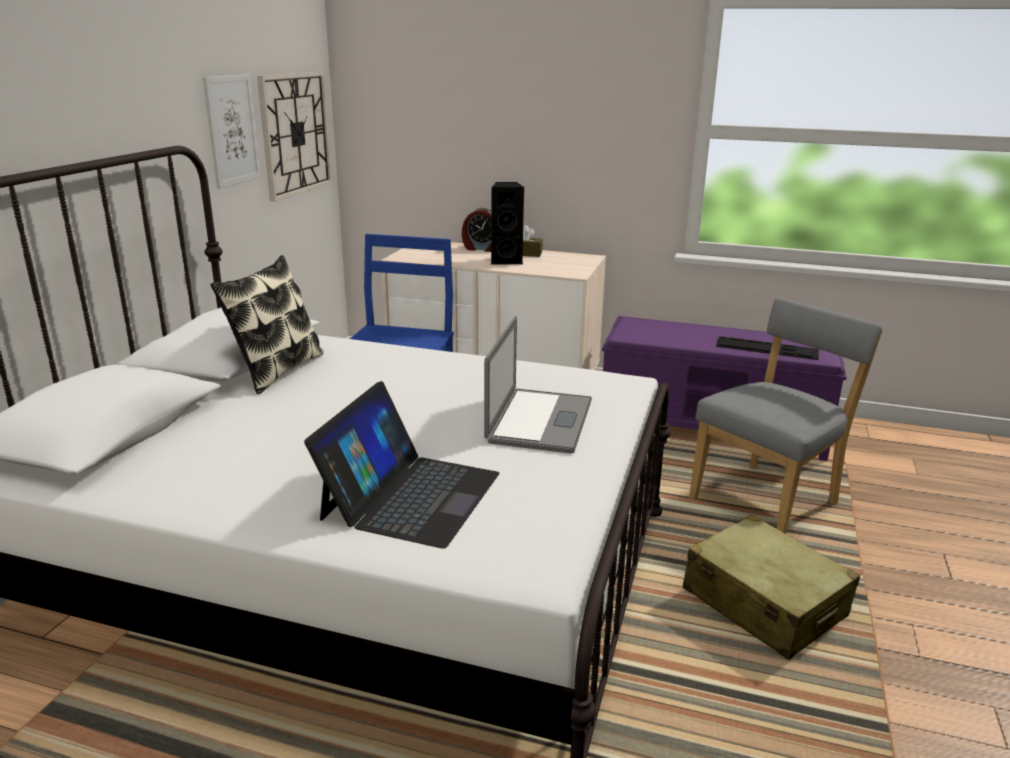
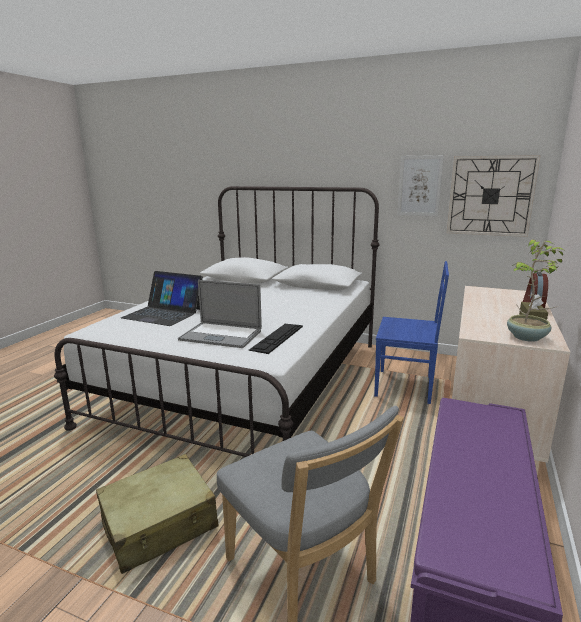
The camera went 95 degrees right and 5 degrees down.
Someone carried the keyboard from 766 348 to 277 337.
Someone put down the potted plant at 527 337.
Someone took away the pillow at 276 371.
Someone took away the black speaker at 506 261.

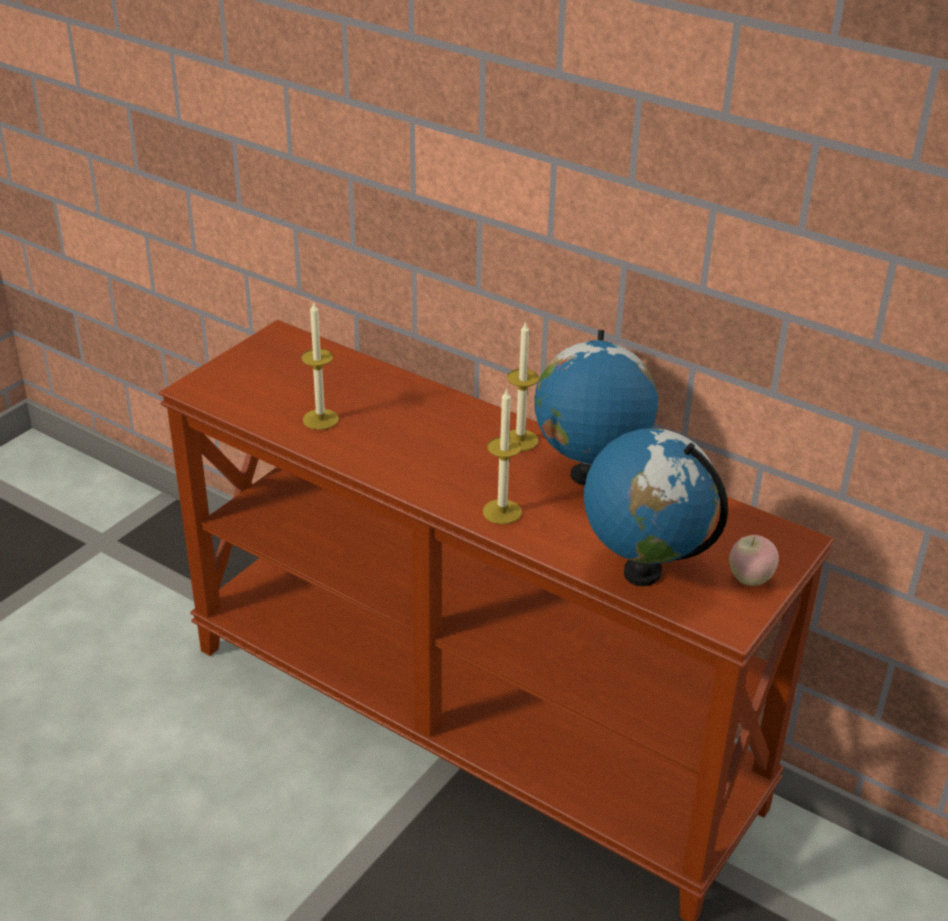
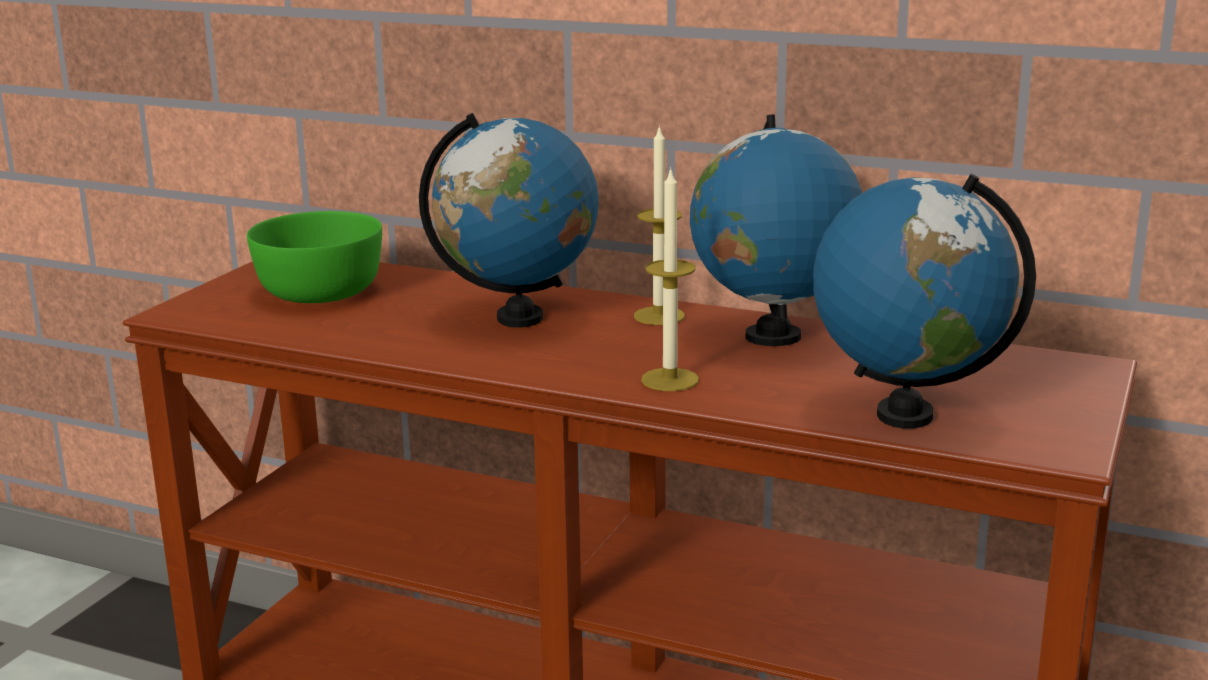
The camera went 10 degrees left and 15 degrees down.
Someone put down the green bowl at 321 292.
Someone put down the globe at 519 318.
Someone took away the candle at 320 419.
Someone took away the apple at 750 579.

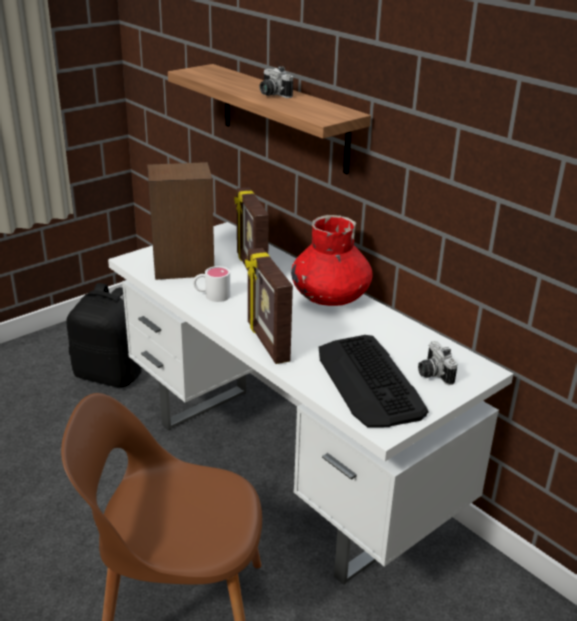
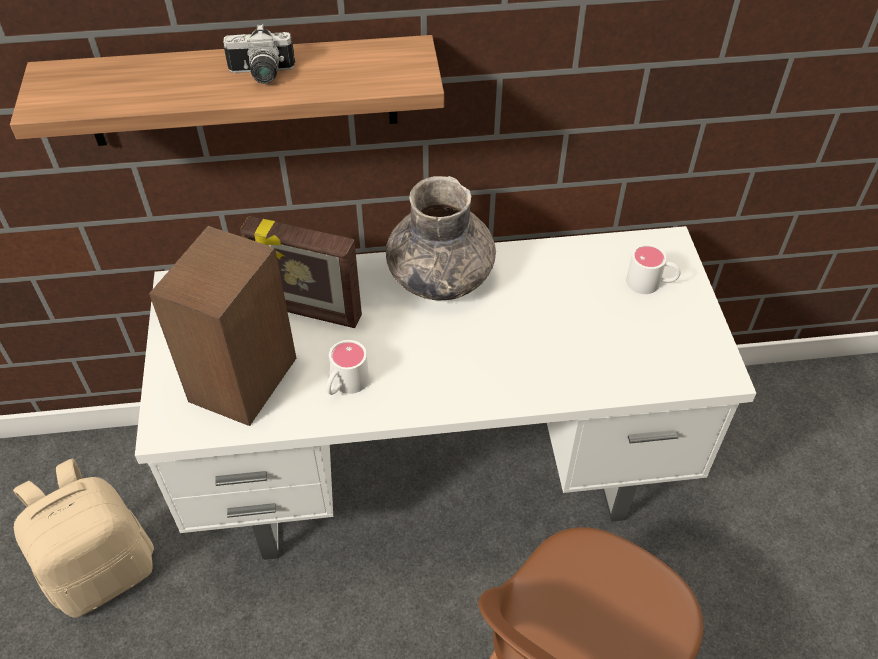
The camera went 55 degrees left and 20 degrees up.
Someone repainted the black backpack at 110 374, which became the beige backpack at 103 570.
Someone repainted the red vase at 330 296, which became the grey vase at 440 276.
Someone swapped the photo camera at 432 374 for the white mug at 651 283.
Someone took away the picture frame at 266 342.
Someone took away the keyboard at 369 381.

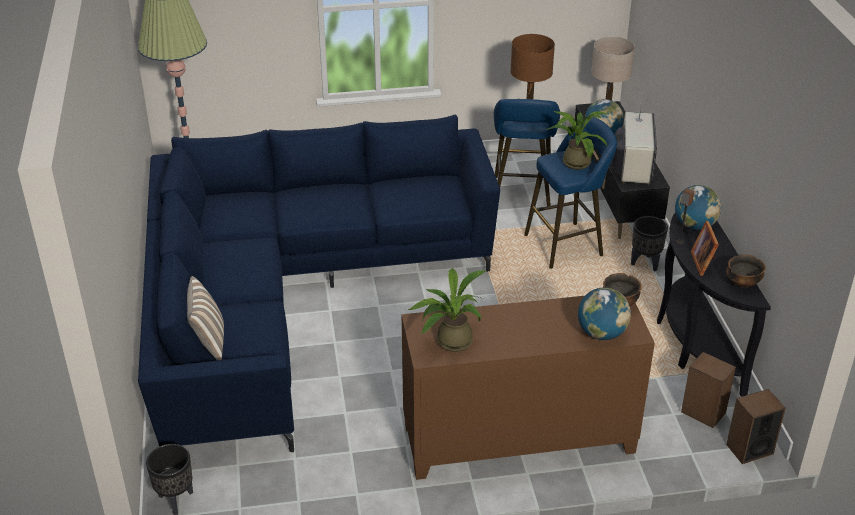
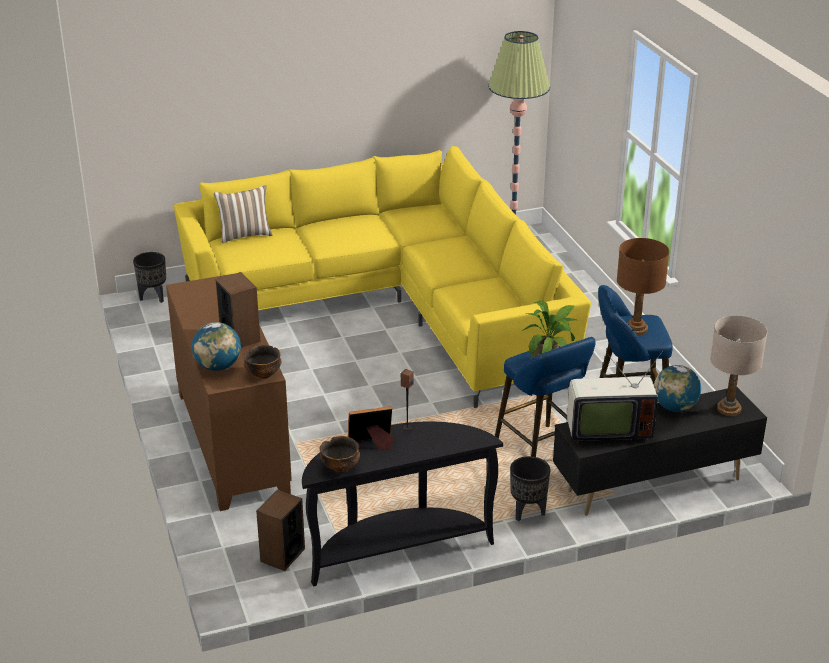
The camera went 80 degrees right and 5 degrees down.
Someone repainted the blue sofa at 289 298, which became the yellow sofa at 396 307.
Someone carried the speaker from 749 449 to 240 337.
Someone took away the potted plant at 449 341.
Someone took away the globe at 694 225.

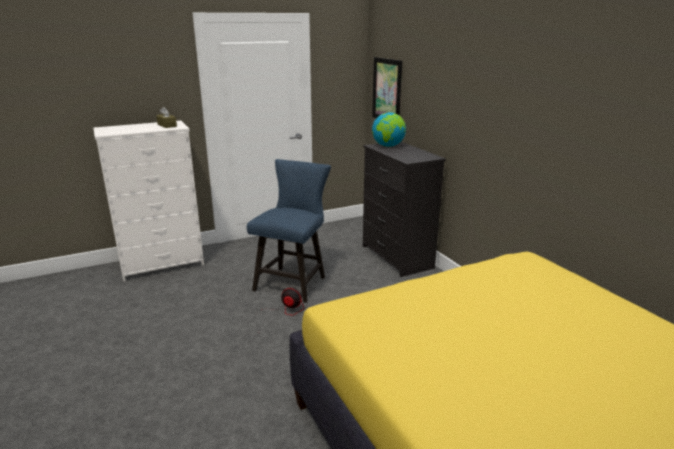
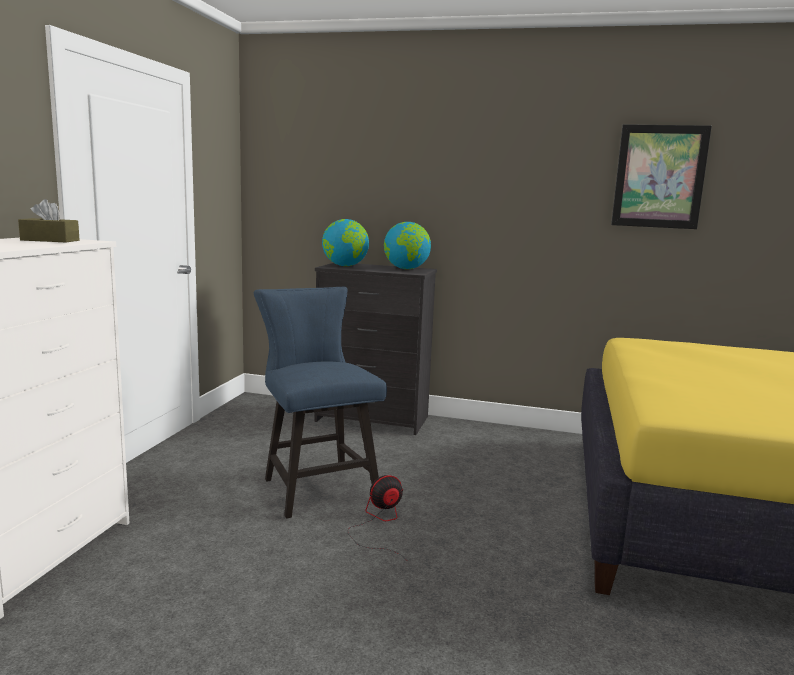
The camera went 50 degrees left and 10 degrees down.
Someone put down the globe at 406 269.
Someone carried the picture from 387 90 to 659 177.

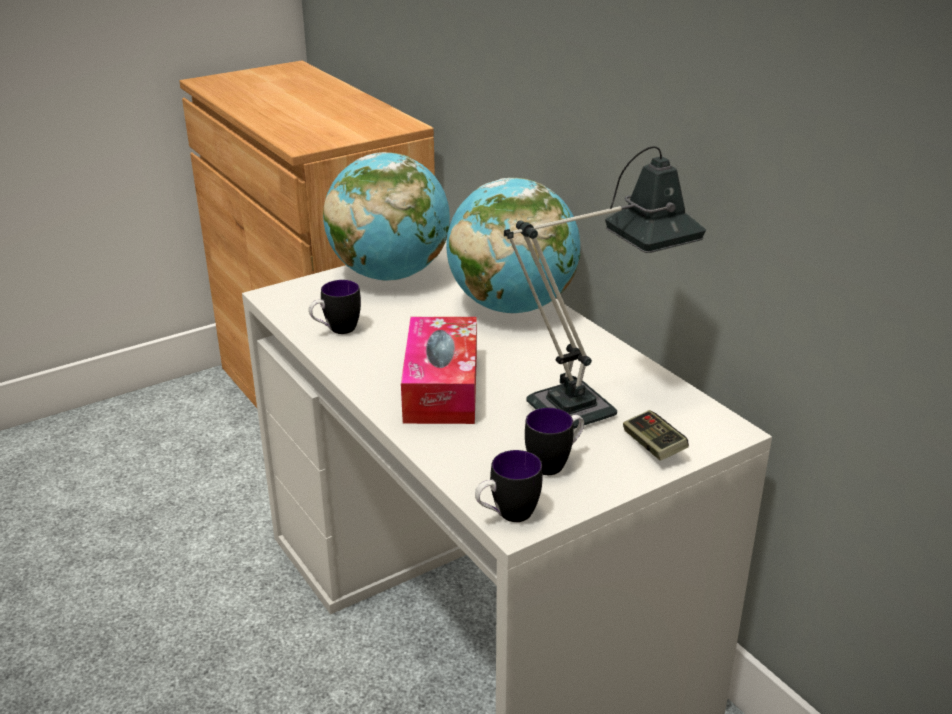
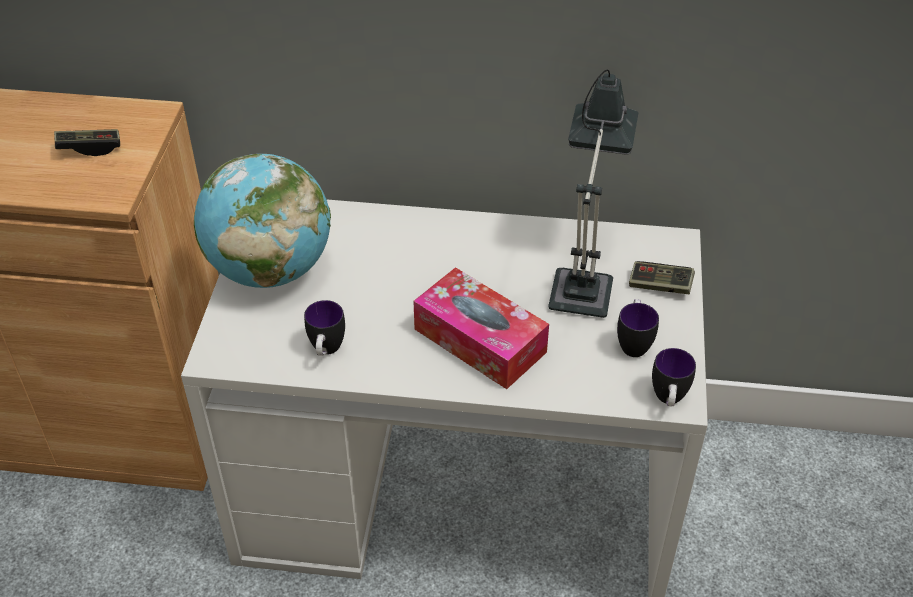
The camera went 50 degrees left and 15 degrees up.
Someone put down the game controller at 89 148.
Someone took away the globe at 512 306.

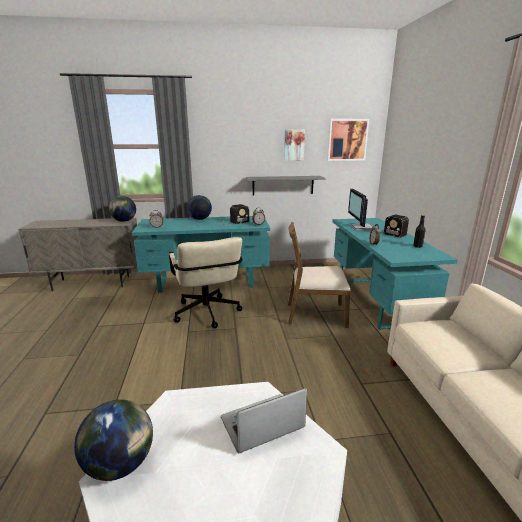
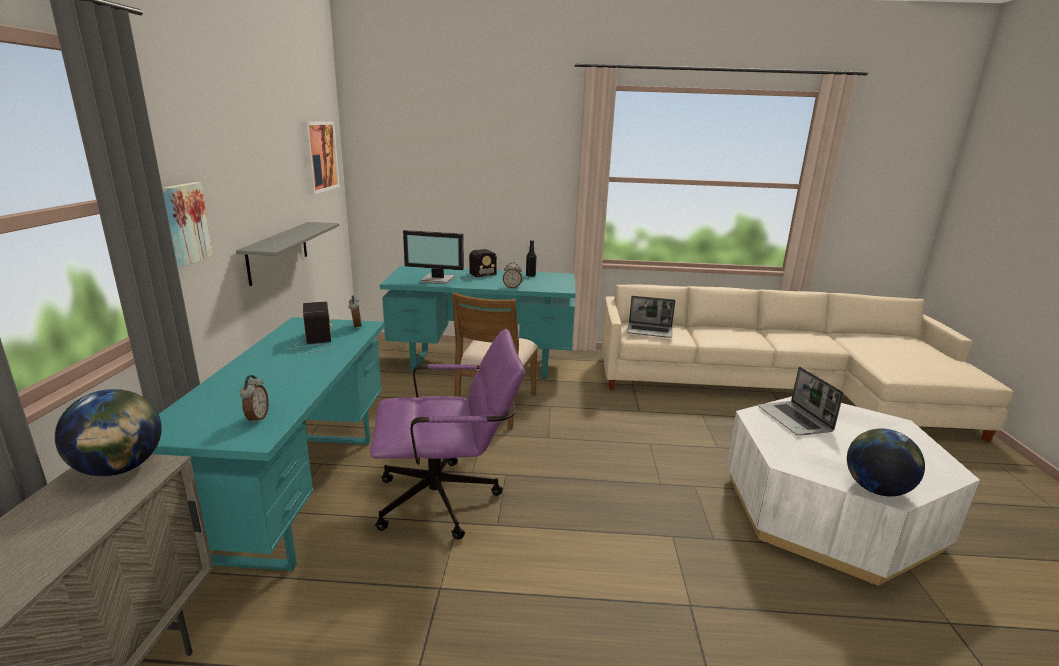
The camera went 80 degrees left and 0 degrees up.
Someone carried the picture from 294 145 to 185 223.
Someone repainted the beige office chair at 208 315, which became the purple office chair at 448 499.
Someone put down the laptop at 650 331.
Someone took away the globe at 199 219.

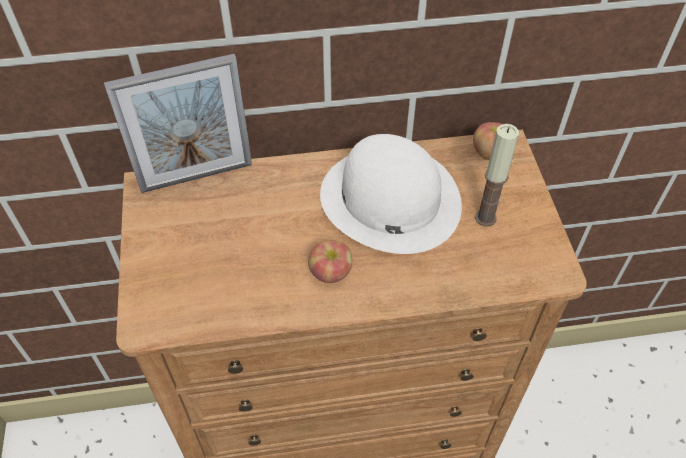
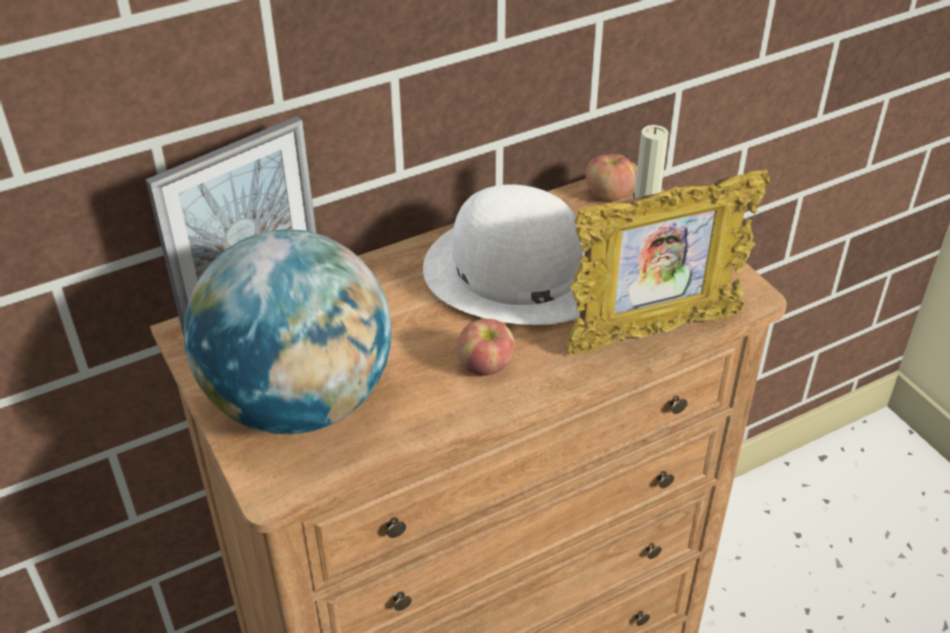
The camera went 20 degrees left and 10 degrees down.
Someone put down the globe at 300 402.
Someone put down the picture frame at 653 332.

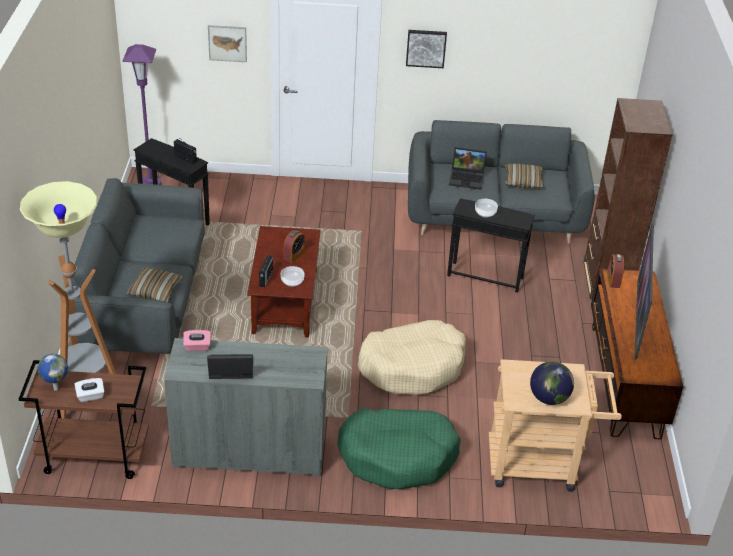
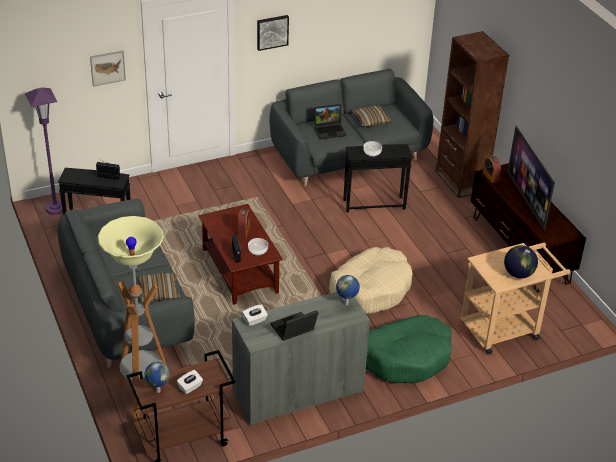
The camera went 25 degrees left and 0 degrees up.
Someone repainted the pink tissue box at 197 347, which became the white tissue box at 255 320.
Someone put down the globe at 347 304.

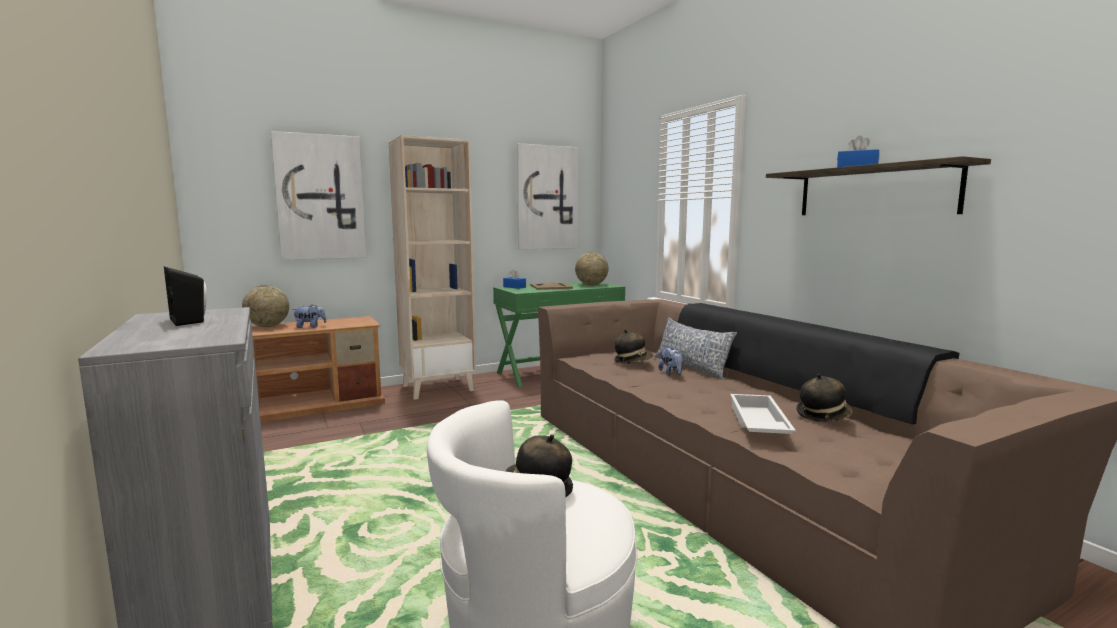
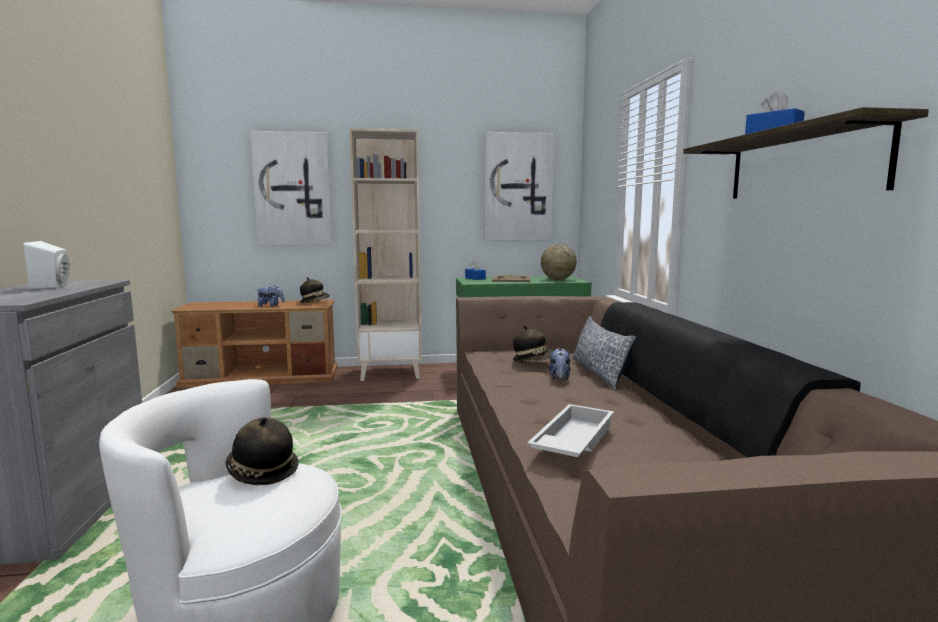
The camera went 20 degrees right and 0 degrees up.
Someone repainted the black speaker at 191 320, which became the white speaker at 54 287.
Someone carried the hat from 823 415 to 315 302.
Someone took away the globe at 267 326.

